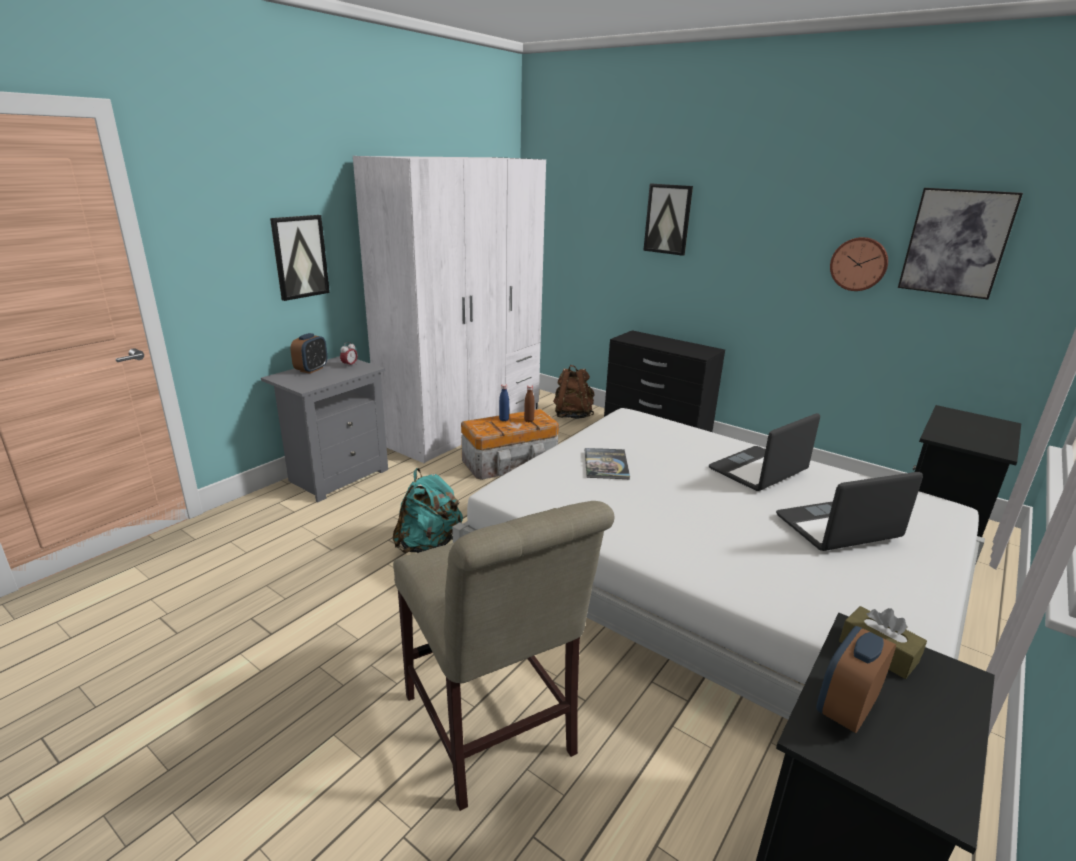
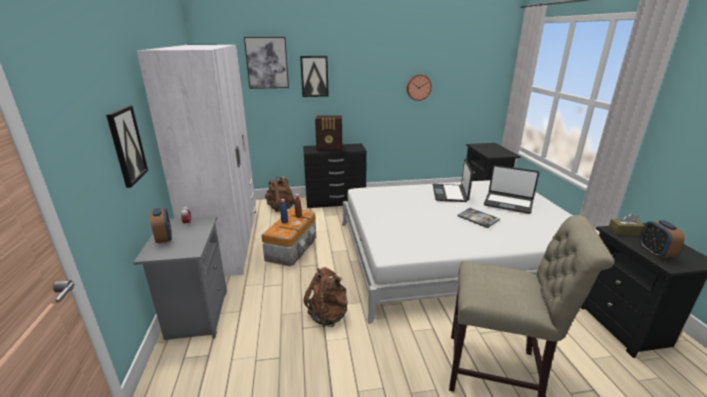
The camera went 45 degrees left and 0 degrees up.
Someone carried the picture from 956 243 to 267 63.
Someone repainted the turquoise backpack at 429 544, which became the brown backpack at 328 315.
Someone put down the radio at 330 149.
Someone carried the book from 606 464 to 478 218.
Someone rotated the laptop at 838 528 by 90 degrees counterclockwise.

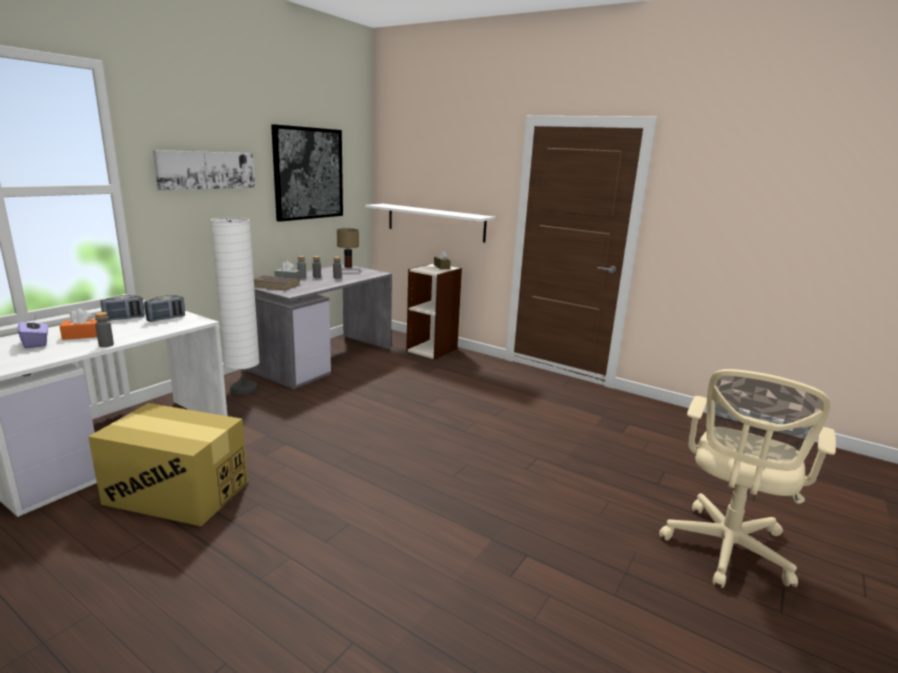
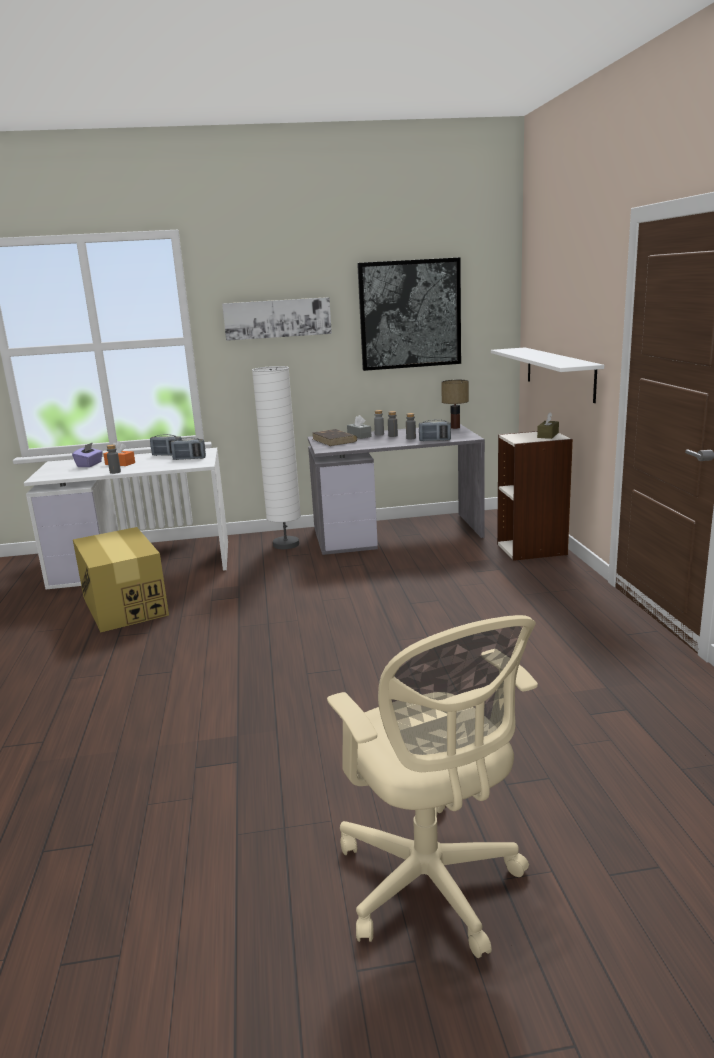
The camera went 50 degrees right and 0 degrees up.
Someone rotated the beige office chair at 725 550 by 105 degrees counterclockwise.
Someone put down the radio at 435 440.

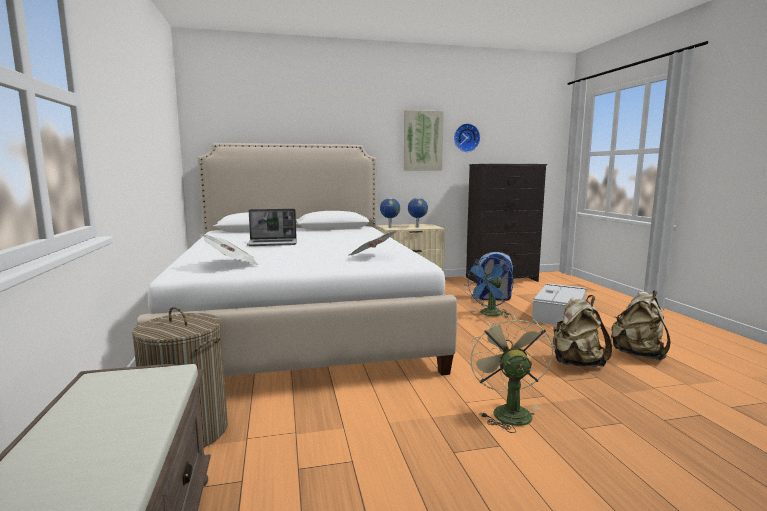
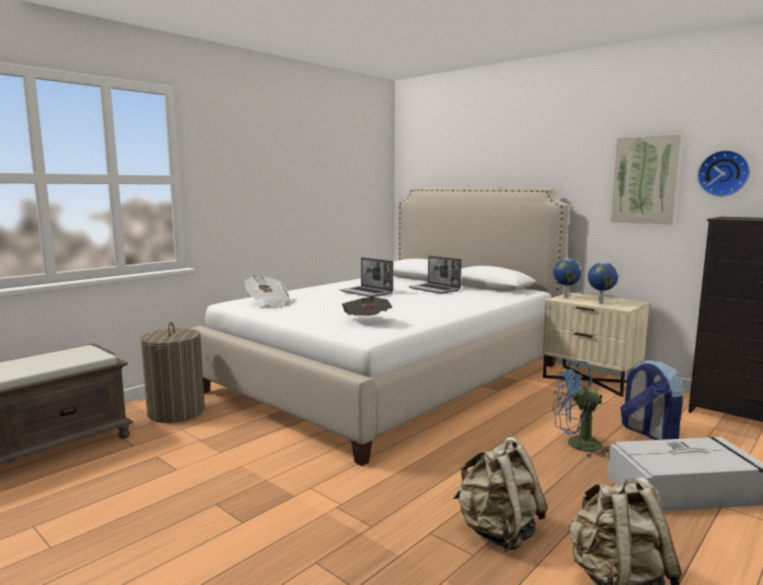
The camera went 55 degrees right and 0 degrees up.
Someone put down the laptop at 435 289.
Someone took away the beige fan at 507 411.

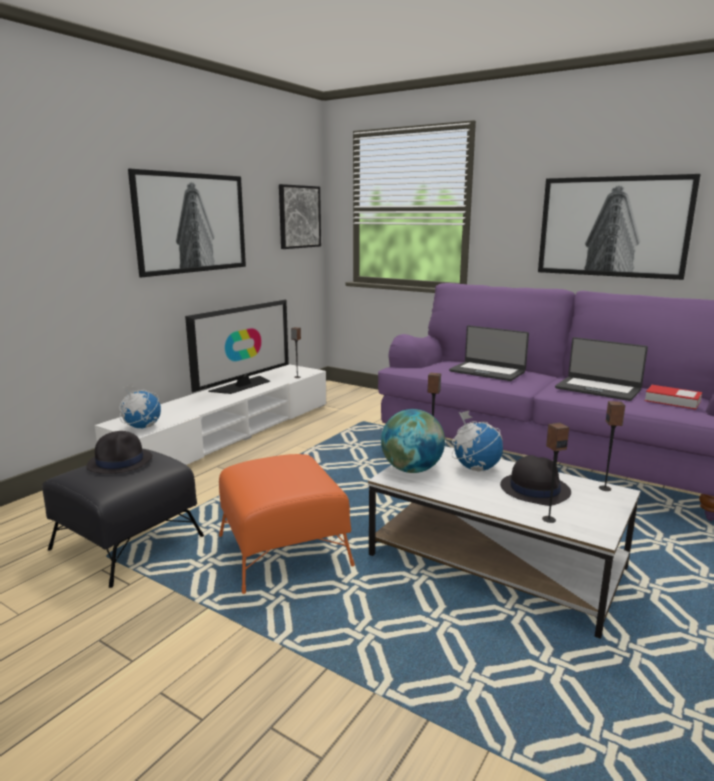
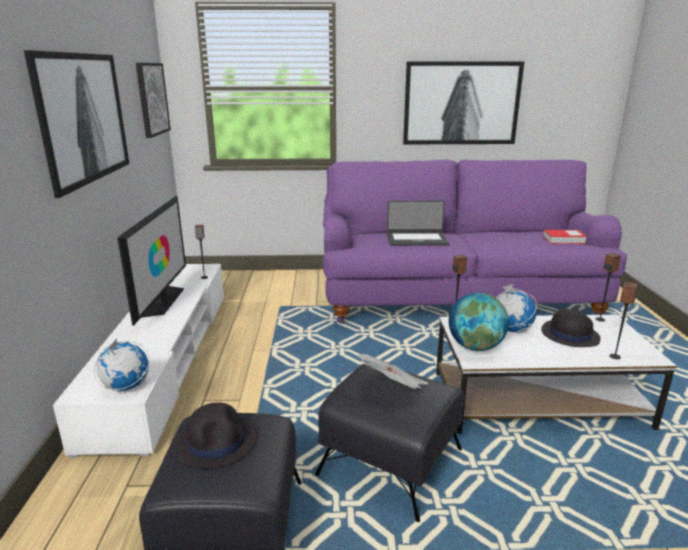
The camera went 35 degrees left and 5 degrees up.
Someone repainted the orange ottoman at 284 550, which became the black ottoman at 390 461.
Someone put down the newspaper at 393 388.
Someone took away the laptop at 598 389.

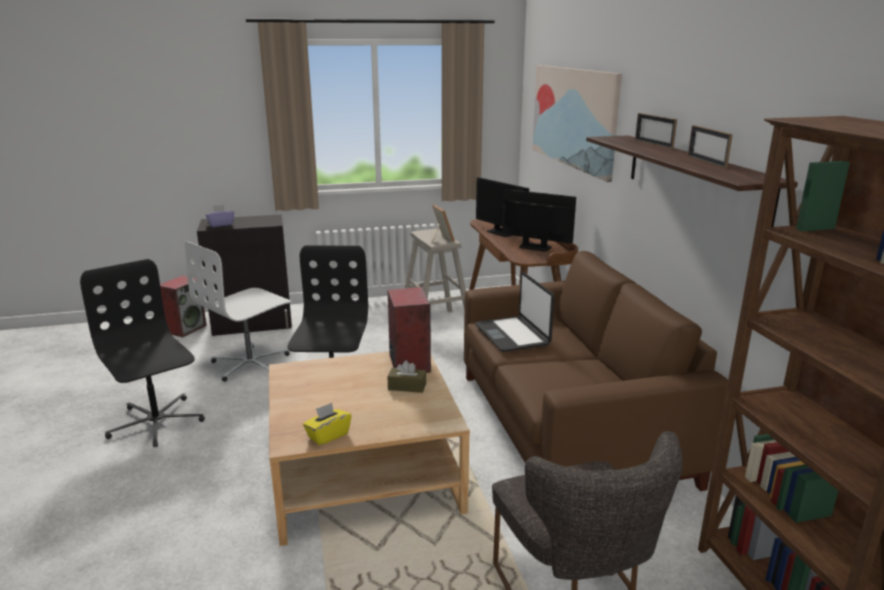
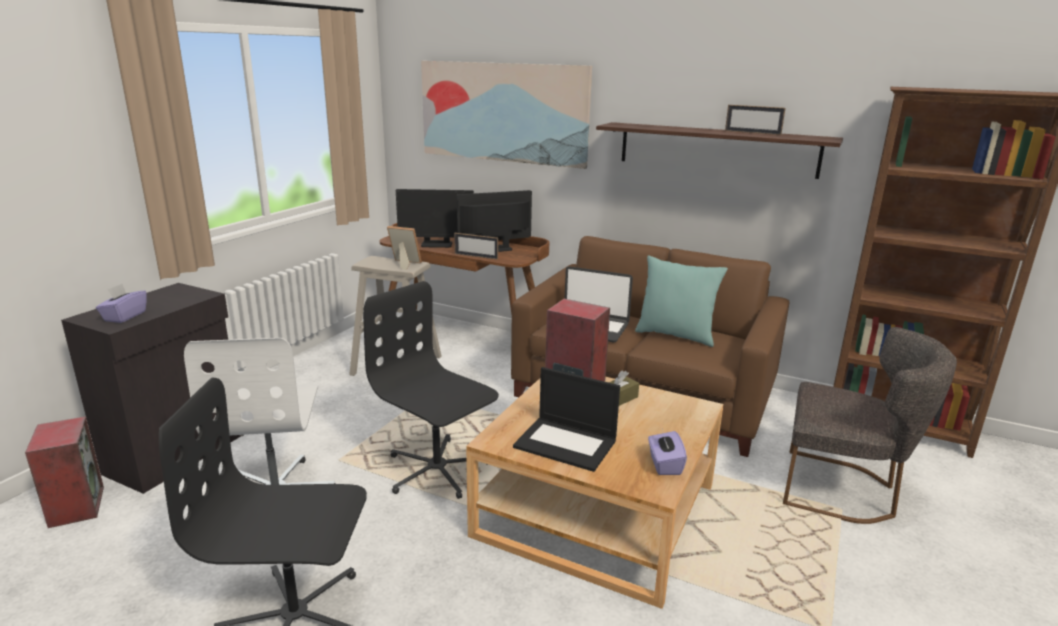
The camera went 50 degrees left and 0 degrees up.
Someone carried the picture frame from 653 144 to 476 256.
Someone put down the laptop at 567 443.
Someone put down the turquoise pillow at 675 335.
Someone repainted the yellow tissue box at 328 435, which became the purple tissue box at 664 464.

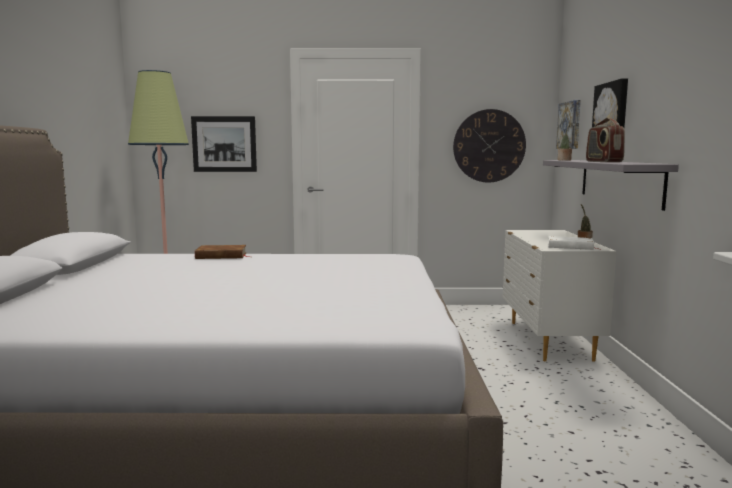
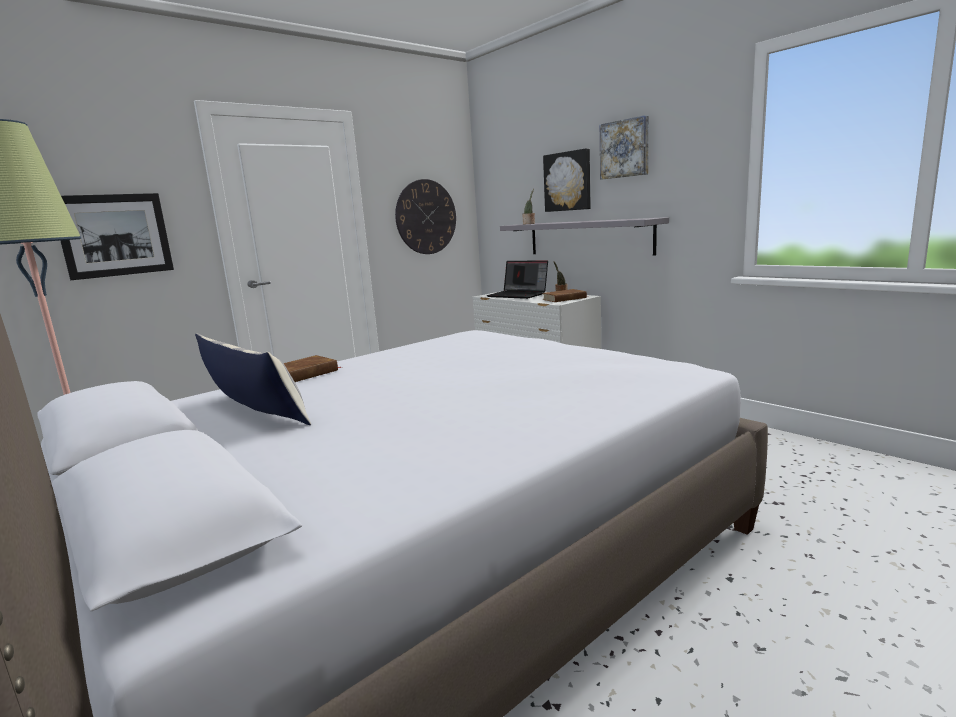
The camera went 40 degrees left and 5 degrees up.
Someone put down the pillow at 256 411.
Someone put down the laptop at 519 295.
Someone repainted the white book at 570 246, which became the brown book at 564 299.
Someone carried the picture from 570 125 to 625 149.
Someone took away the radio at 603 161.

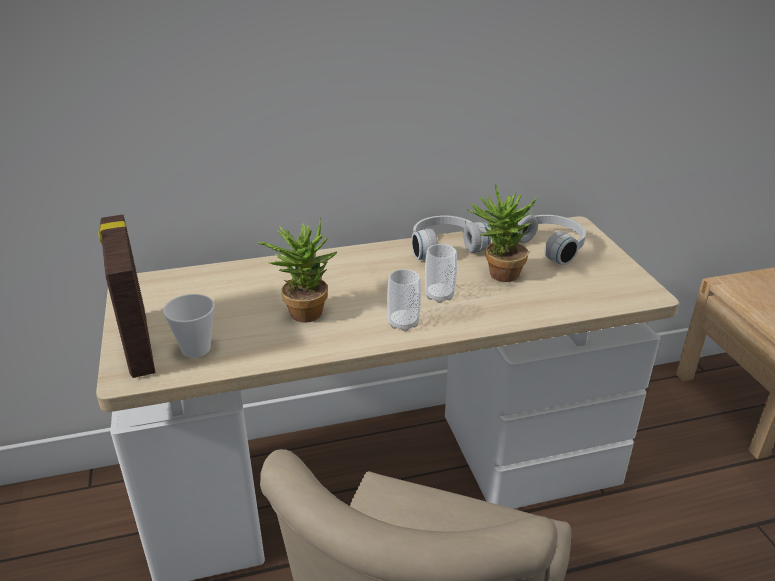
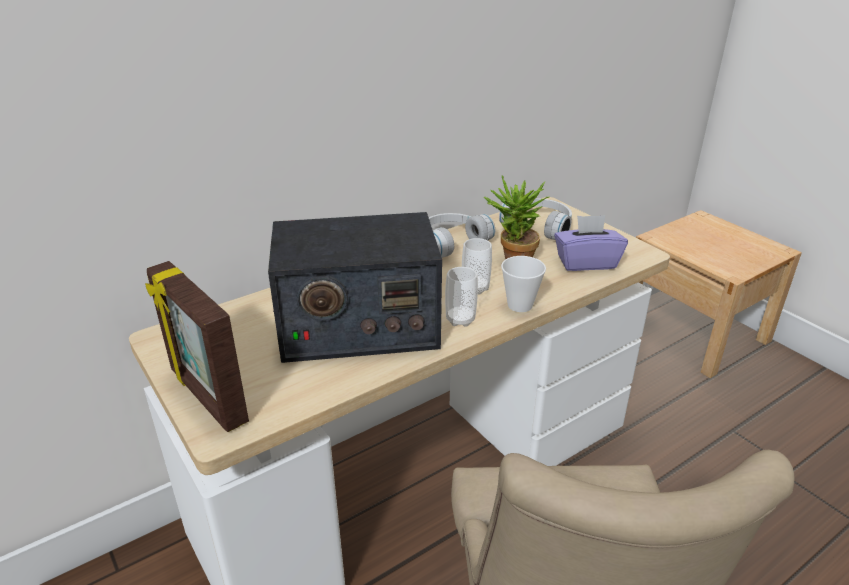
The camera went 20 degrees left and 0 degrees up.
Someone swapped the potted plant at 303 310 for the radio at 357 326.
Someone carried the cup from 196 349 to 520 305.
Someone put down the purple tissue box at 586 262.

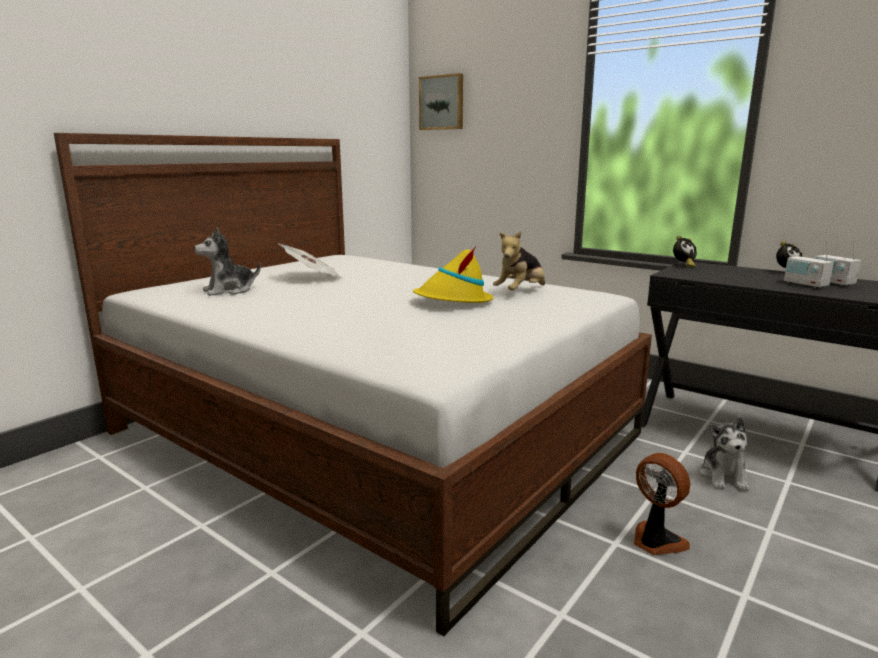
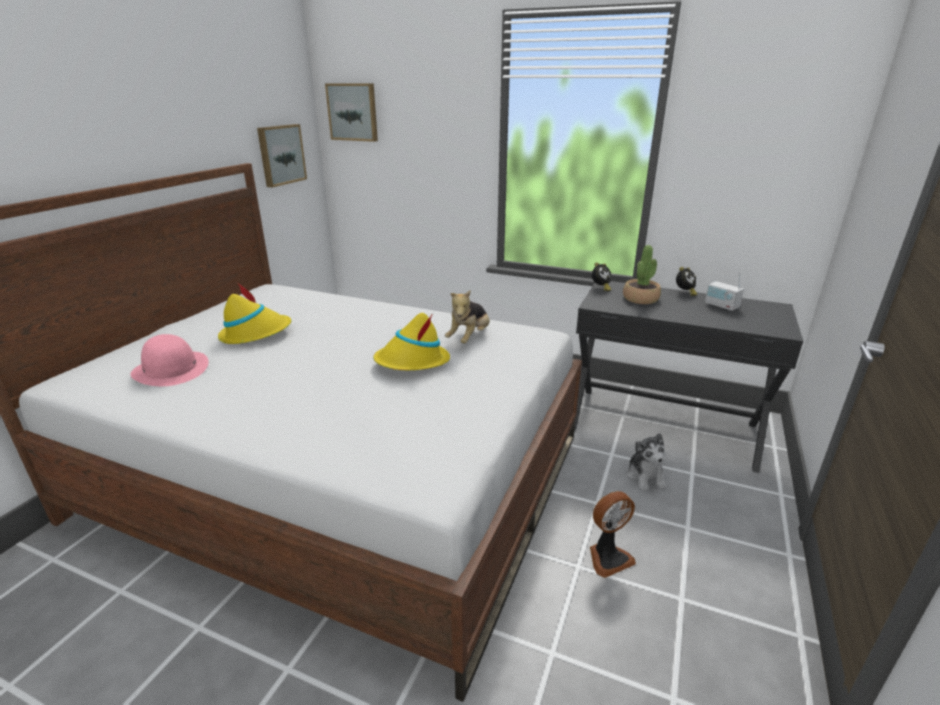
The camera went 15 degrees left and 10 degrees up.
Someone swapped the plush toy at 229 290 for the pink hat at 171 369.
Someone swapped the newspaper at 313 278 for the yellow hat at 256 334.
Someone put up the picture at 280 154.
Someone rotated the fan at 655 541 by 120 degrees clockwise.
Someone put down the potted plant at 640 299.
Someone took away the radio at 805 285.

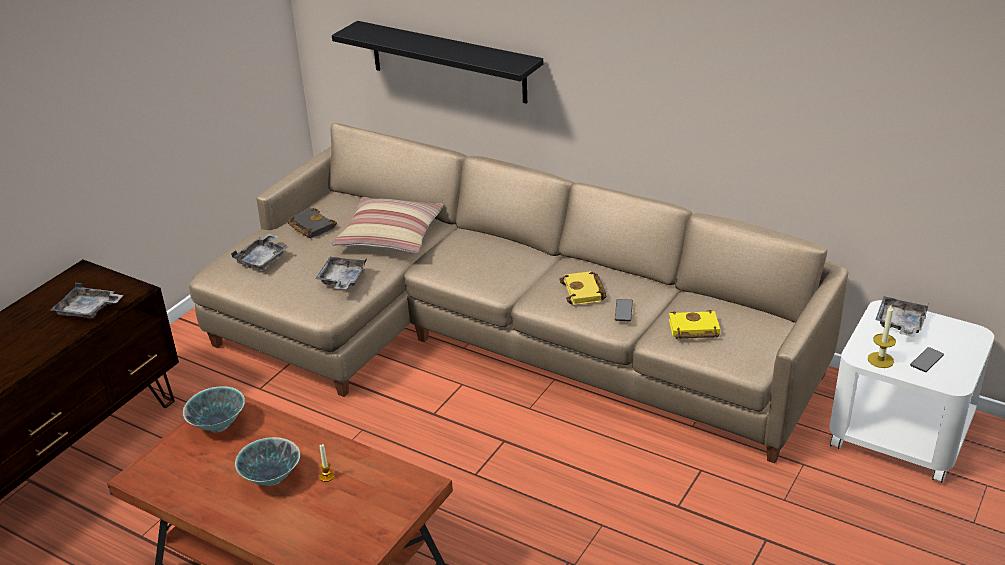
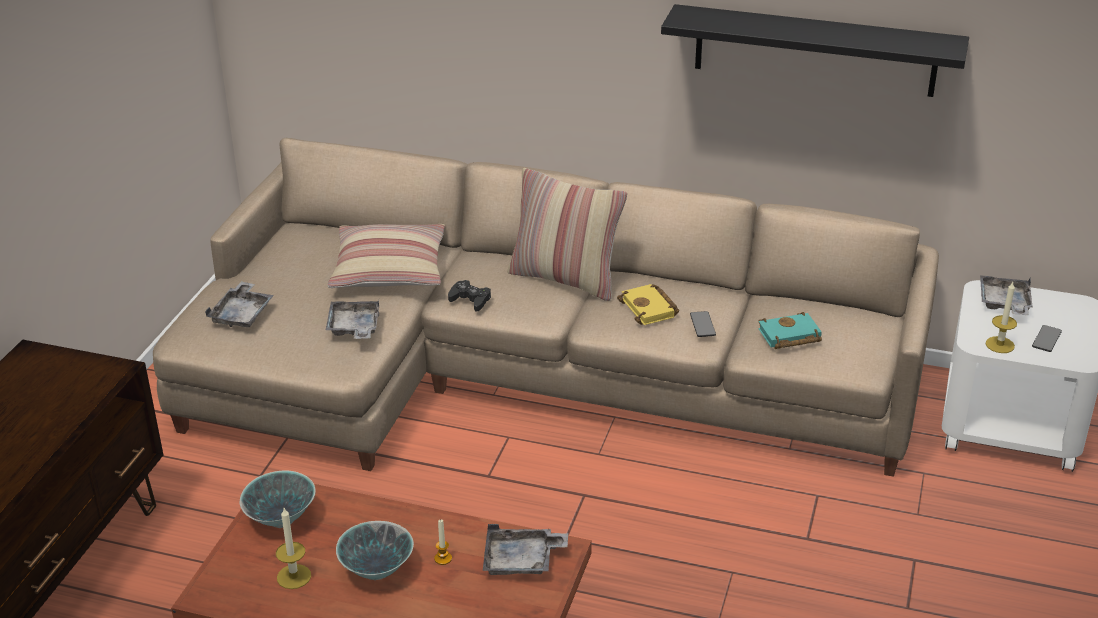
The camera went 15 degrees left and 0 degrees up.
Someone put down the candle at 294 576.
Someone put down the black game controller at 470 300.
Someone carried the grey tray from 88 310 to 521 561.
Someone put down the pillow at 565 279.
Someone carried the black shelf from 448 62 to 815 51.
Someone repainted the yellow book at 692 329, which became the turquoise book at 788 336.
Someone took away the black book at 310 227.

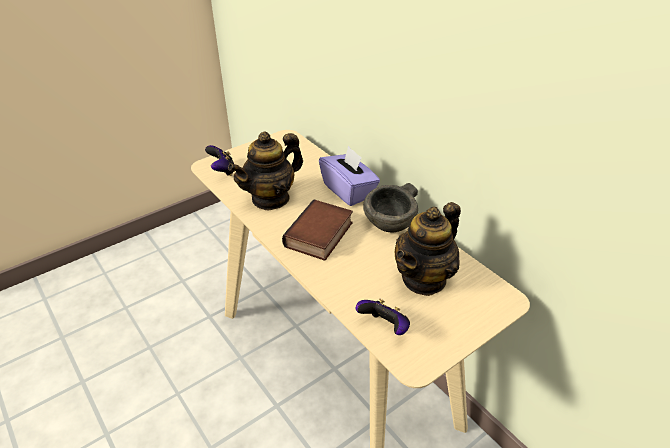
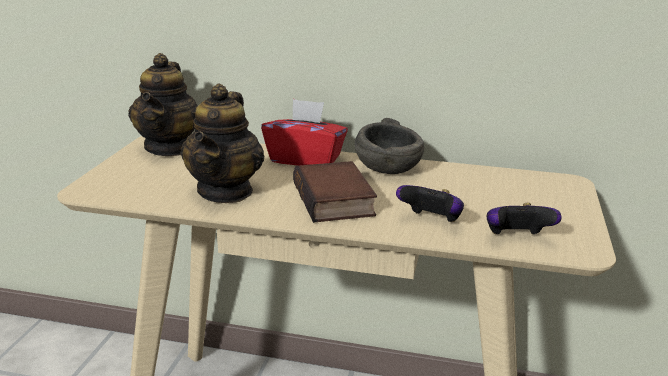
The camera went 40 degrees left and 15 degrees down.
Someone carried the teapot from 424 278 to 169 148.
Someone repainted the purple tissue box at 349 191, which became the red tissue box at 305 159.
Someone carried the game controller from 222 171 to 431 221.

